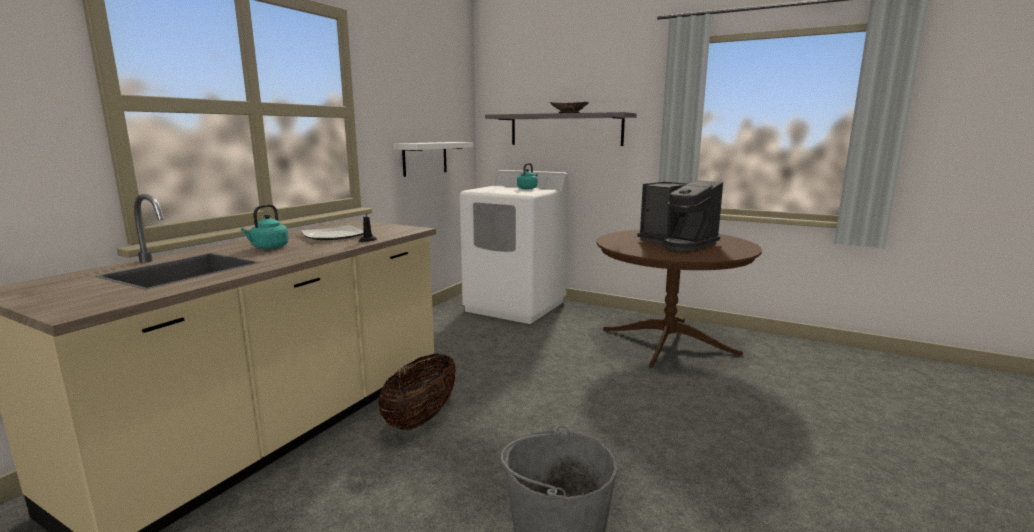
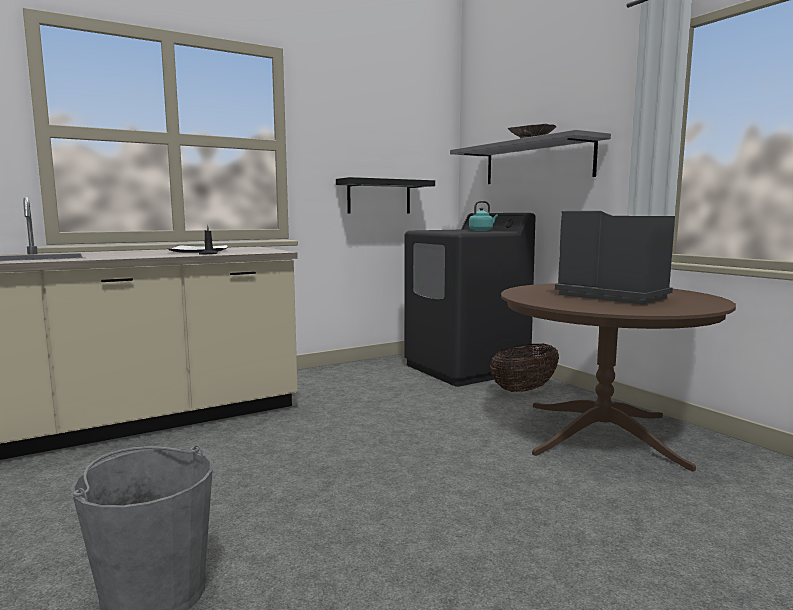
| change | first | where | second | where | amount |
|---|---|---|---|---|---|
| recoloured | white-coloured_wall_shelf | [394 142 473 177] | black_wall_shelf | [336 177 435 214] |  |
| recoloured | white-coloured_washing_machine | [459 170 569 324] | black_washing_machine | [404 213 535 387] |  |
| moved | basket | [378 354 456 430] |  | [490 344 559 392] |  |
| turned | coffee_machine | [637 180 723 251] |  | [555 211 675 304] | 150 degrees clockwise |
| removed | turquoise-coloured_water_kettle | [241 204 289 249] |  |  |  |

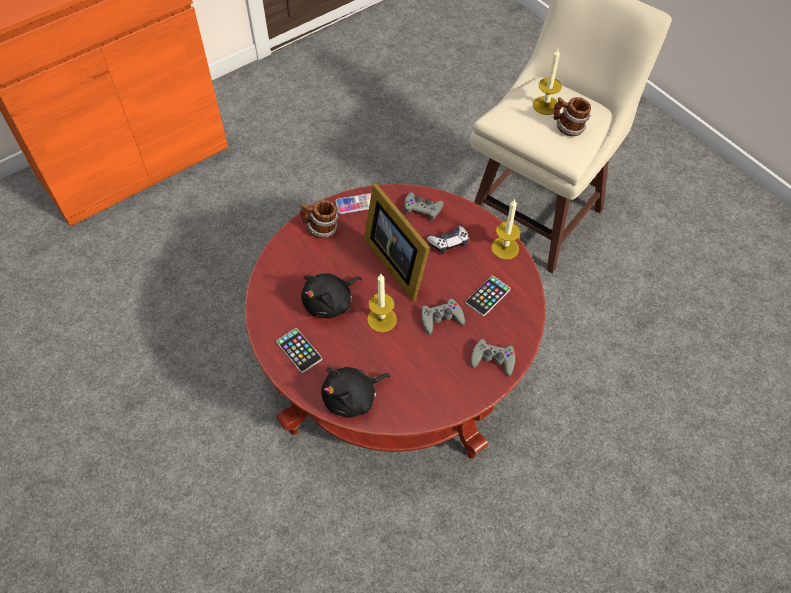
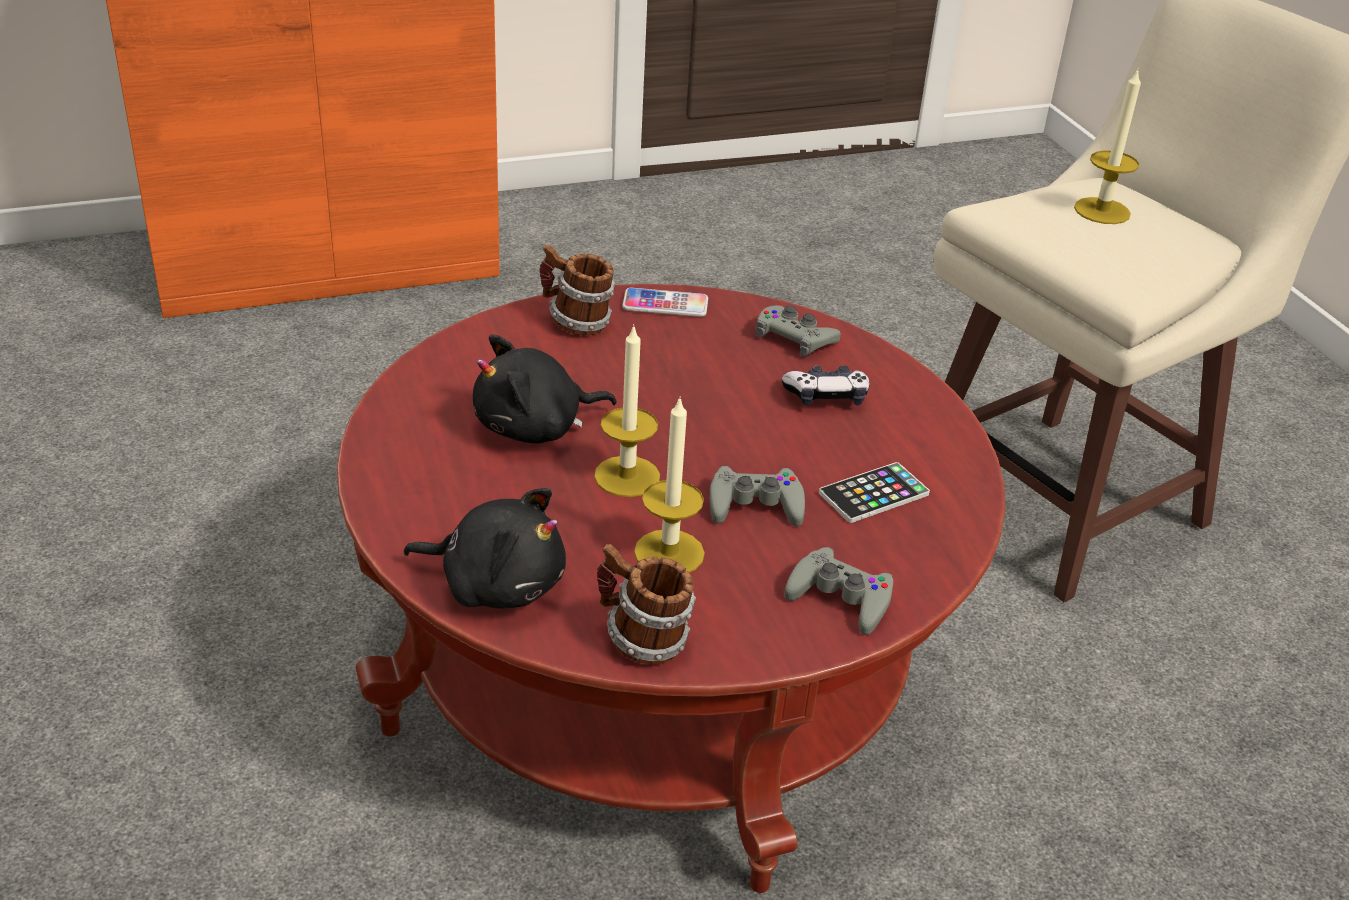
| change | first | where | second | where | amount |
|---|---|---|---|---|---|
| turned | black_plush_toy | [321 367 390 418] |  | [403 488 566 608] | 150 degrees counterclockwise |
| moved | mug | [553 97 591 137] |  | [597 544 696 664] |  |
| moved | wax_light | [491 198 521 260] |  | [634 396 705 573] |  |
| removed | telephone | [276 328 322 373] |  |  |  |
| removed | picture_frame | [364 183 430 301] |  |  |  |

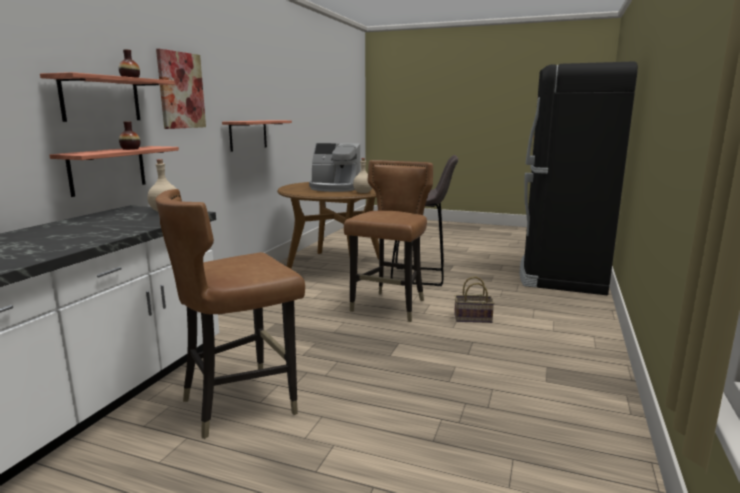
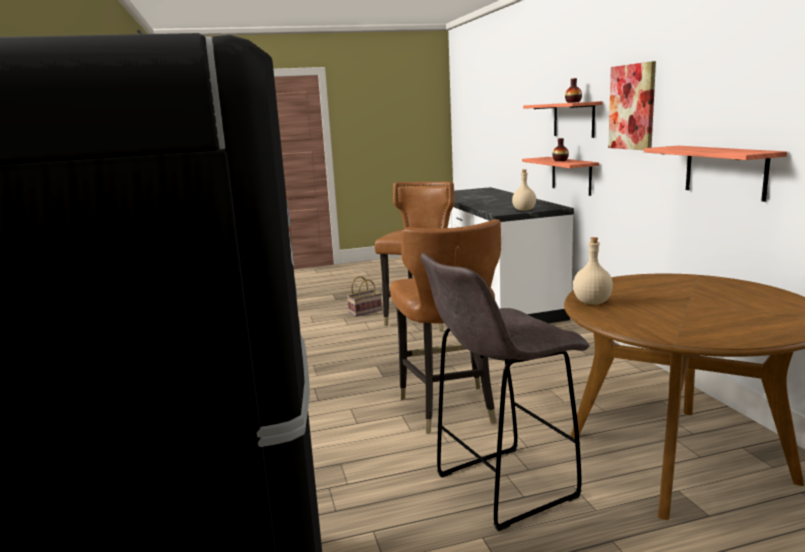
| change | first | where | second | where | amount |
|---|---|---|---|---|---|
| moved | basket | [454 277 494 323] |  | [347 276 382 316] |  |
| removed | coffee_machine | [309 143 360 192] |  |  |  |

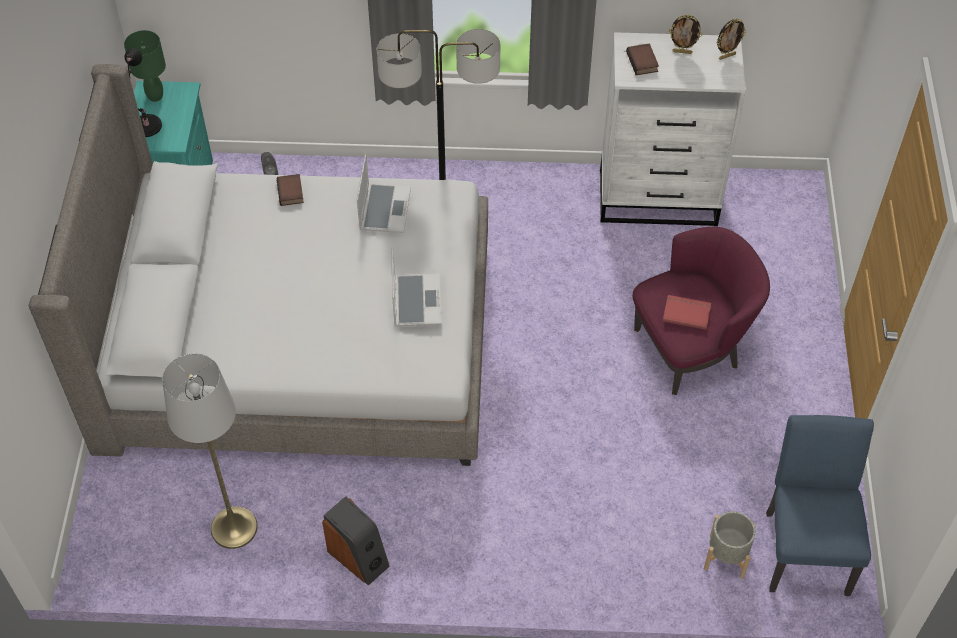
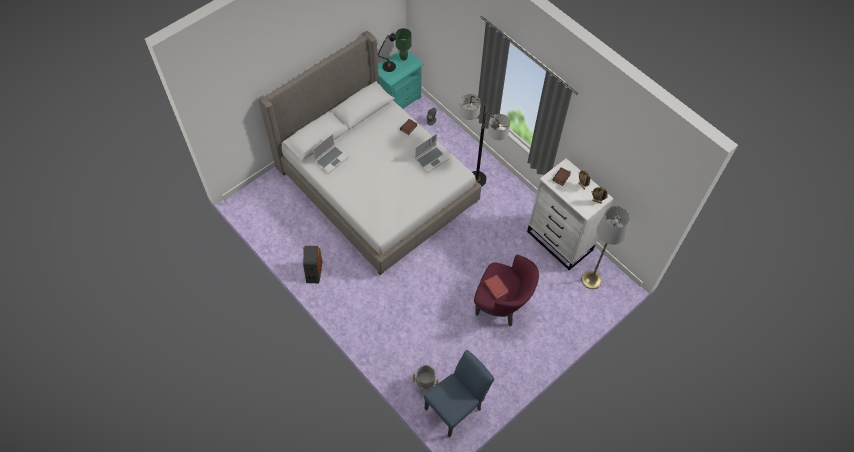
| change | first | where | second | where | amount |
|---|---|---|---|---|---|
| moved | portable_computer | [392 247 442 327] |  | [312 133 349 174] |  |
| moved | gray_standard_lamp | [162 353 258 549] |  | [581 206 630 289] |  |

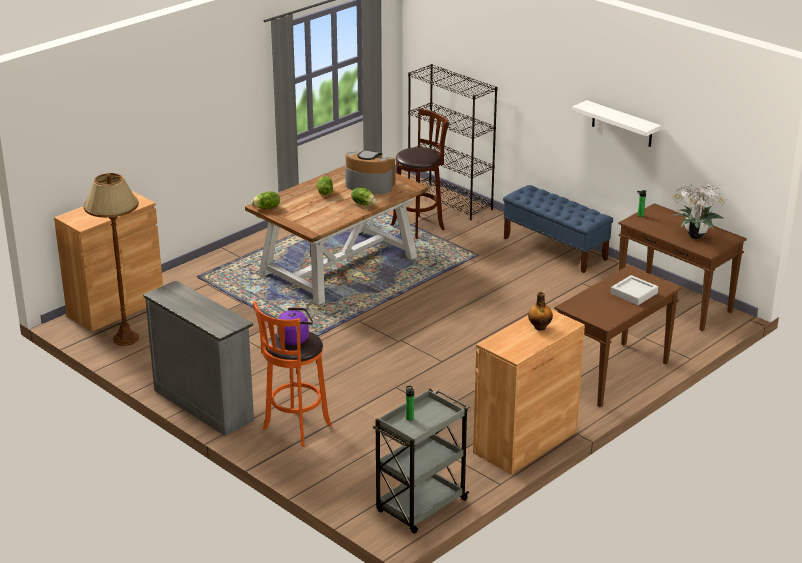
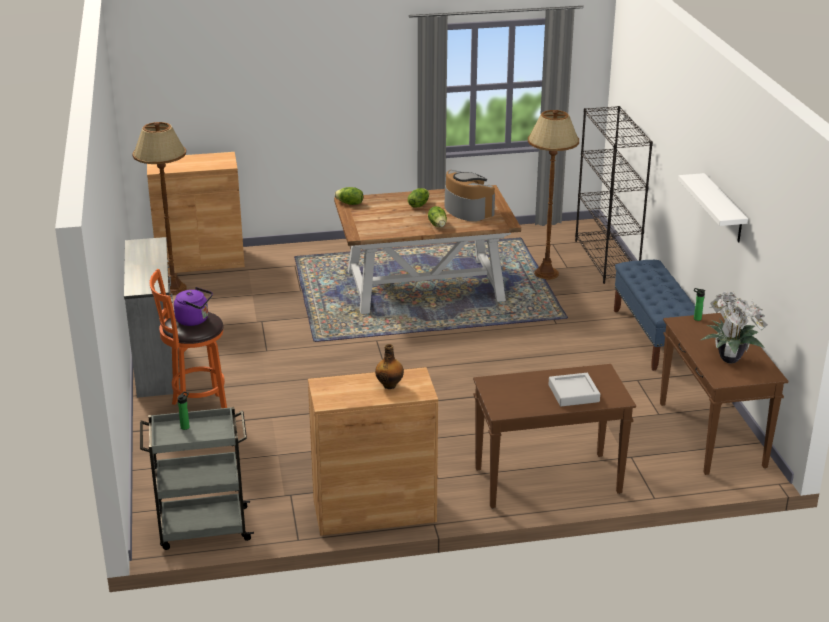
| change | first | where | second | where | amount |
|---|---|---|---|---|---|
| replaced | brownish_sitting_stool | [391 108 449 239] | brownish_standard_lamp | [528 110 579 280] |  |

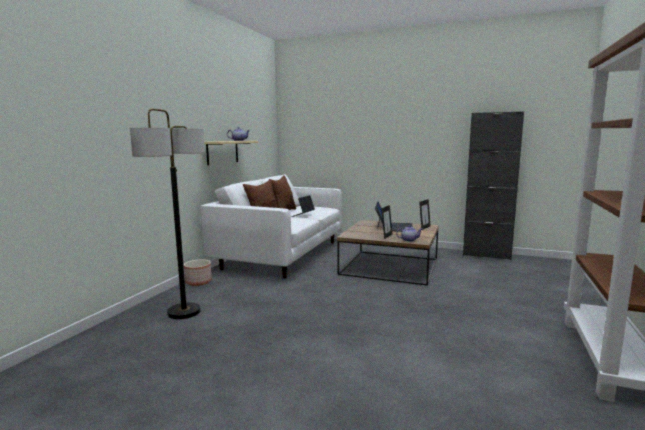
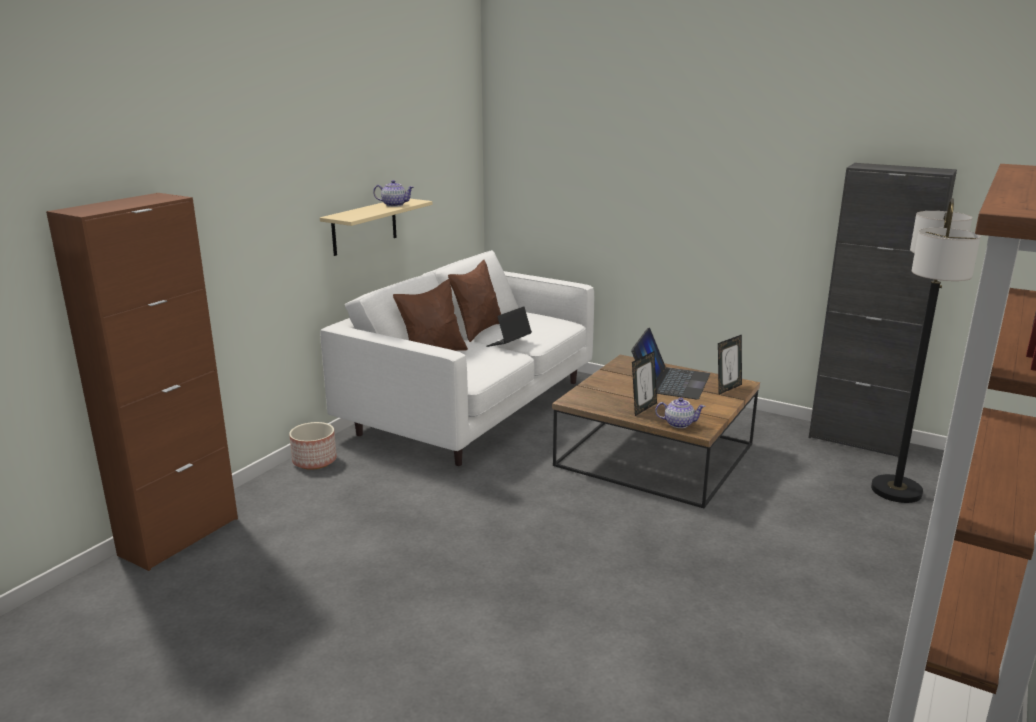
| change | first | where | second | where | amount |
|---|---|---|---|---|---|
| added |  |  | brownish_cupboard | [46 193 238 571] |  |
| moved | standard_lamp | [130 108 205 319] |  | [871 198 981 503] |  |

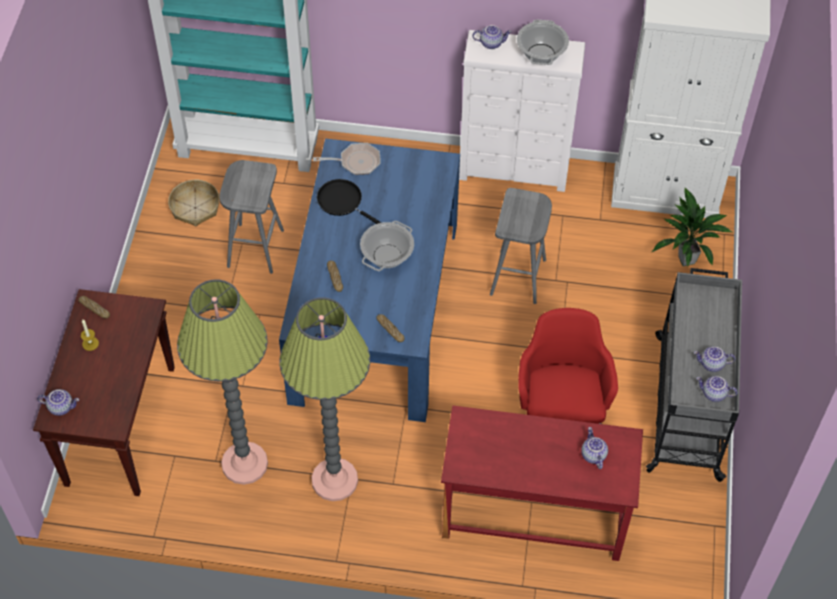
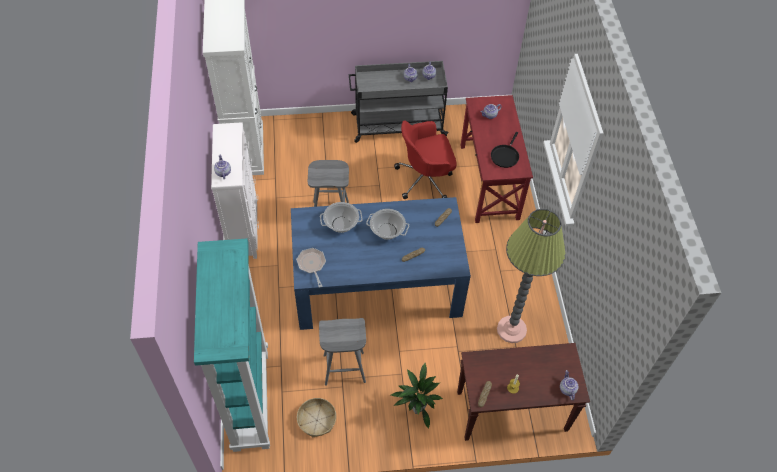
| change | first | where | second | where | amount |
|---|---|---|---|---|---|
| moved | stockpot | [517 20 569 65] |  | [320 202 363 233] |  |
| moved | houseplant | [652 188 732 267] |  | [391 363 444 429] |  |
| moved | black_frying_pan | [317 179 381 224] |  | [491 132 519 168] |  |
| removed | standard_lamp | [279 297 370 501] |  |  |  |

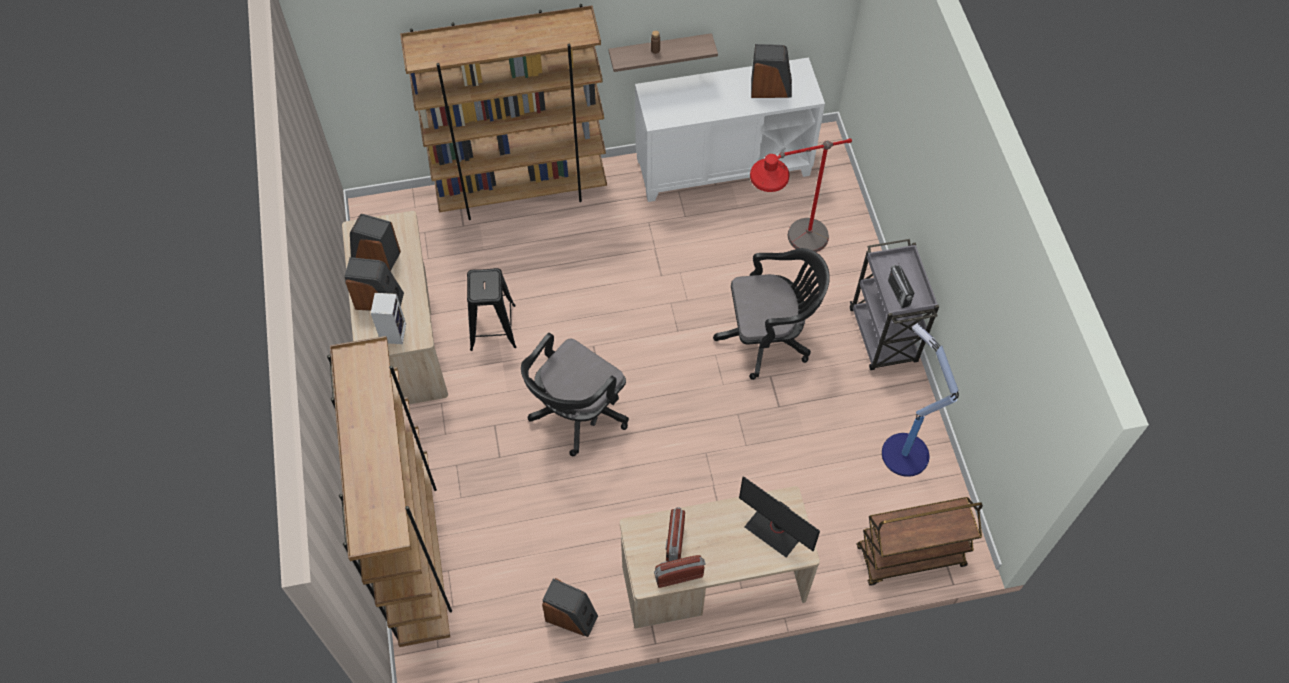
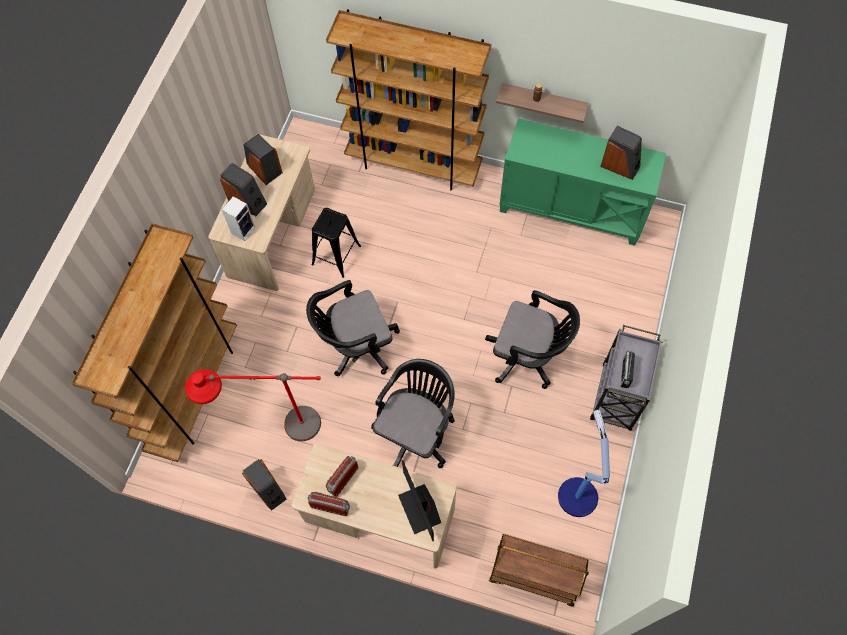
| change | first | where | second | where | amount |
|---|---|---|---|---|---|
| moved | reddish_standard_lamp | [750 138 852 252] |  | [185 369 321 441] |  |
| added |  |  | black_office_chair | [371 359 455 468] |  |
| recoloured | white-coloured_cupboard | [635 57 825 202] | greenish_cupboard | [500 118 666 246] |  |

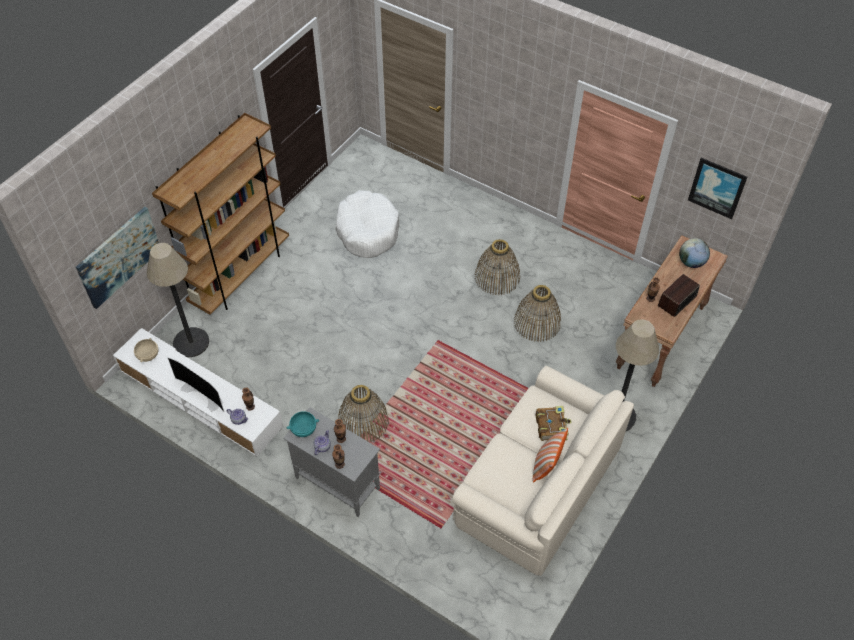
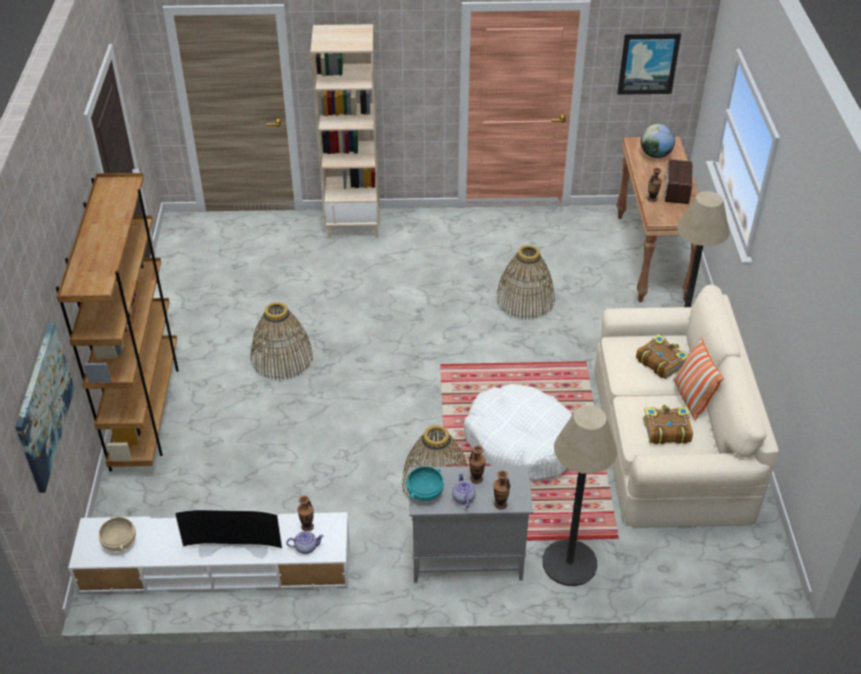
| change | first | where | second | where | amount |
|---|---|---|---|---|---|
| moved | basket | [475 239 520 295] |  | [251 302 313 380] |  |
| added |  |  | sand-coloured_shelving_unit | [310 24 380 238] |  |
| moved | white-coloured_pet_bed | [335 190 399 258] |  | [464 384 572 481] |  |
| moved | standard_lamp | [147 243 209 357] |  | [542 405 617 586] |  |
| added |  |  | bound_book | [643 405 693 444] |  |

